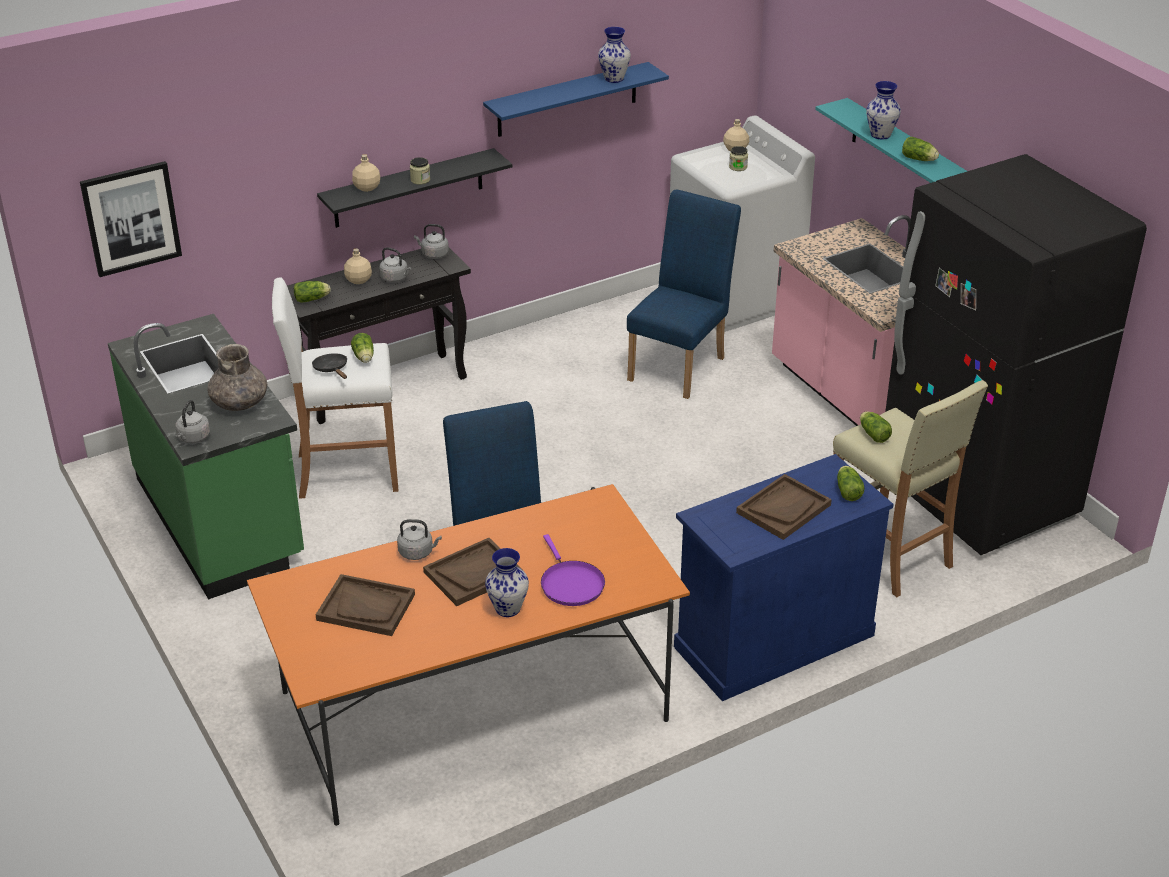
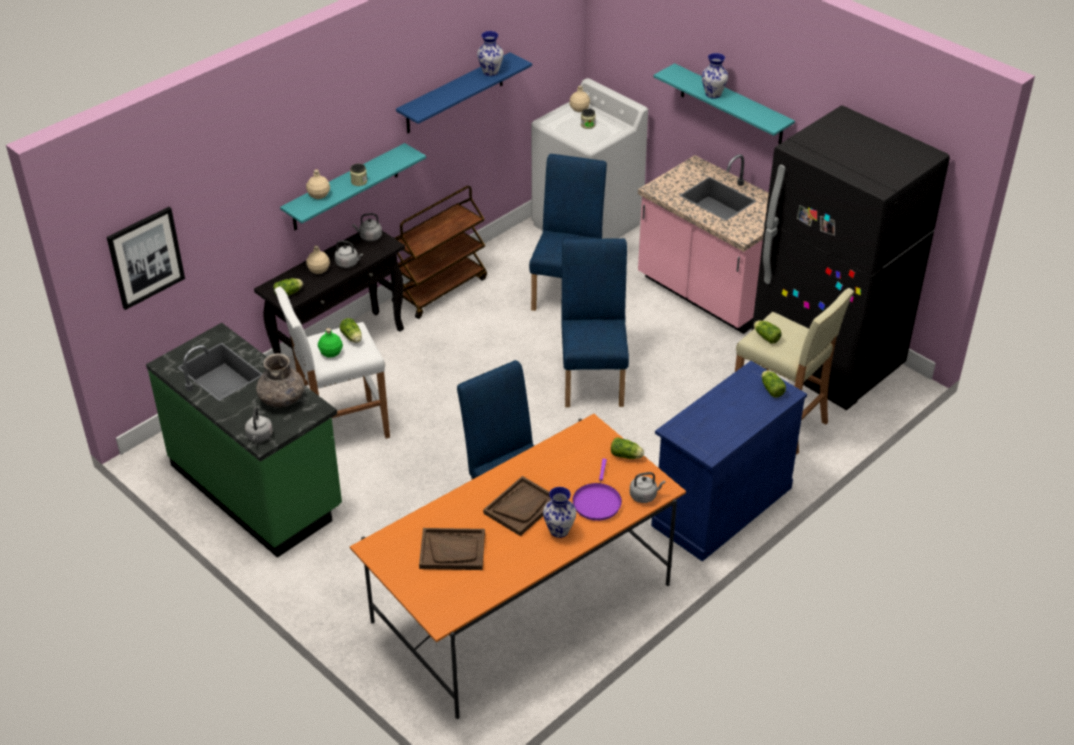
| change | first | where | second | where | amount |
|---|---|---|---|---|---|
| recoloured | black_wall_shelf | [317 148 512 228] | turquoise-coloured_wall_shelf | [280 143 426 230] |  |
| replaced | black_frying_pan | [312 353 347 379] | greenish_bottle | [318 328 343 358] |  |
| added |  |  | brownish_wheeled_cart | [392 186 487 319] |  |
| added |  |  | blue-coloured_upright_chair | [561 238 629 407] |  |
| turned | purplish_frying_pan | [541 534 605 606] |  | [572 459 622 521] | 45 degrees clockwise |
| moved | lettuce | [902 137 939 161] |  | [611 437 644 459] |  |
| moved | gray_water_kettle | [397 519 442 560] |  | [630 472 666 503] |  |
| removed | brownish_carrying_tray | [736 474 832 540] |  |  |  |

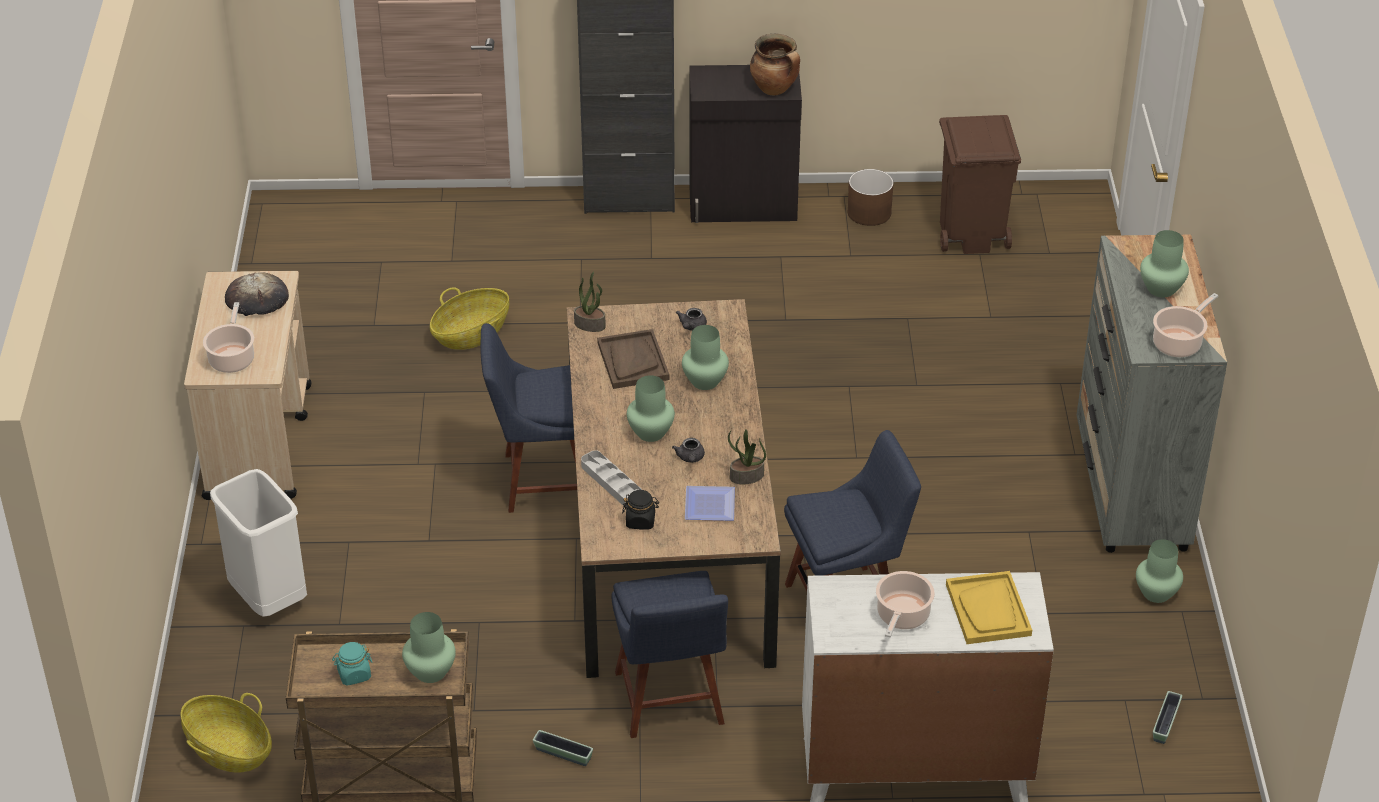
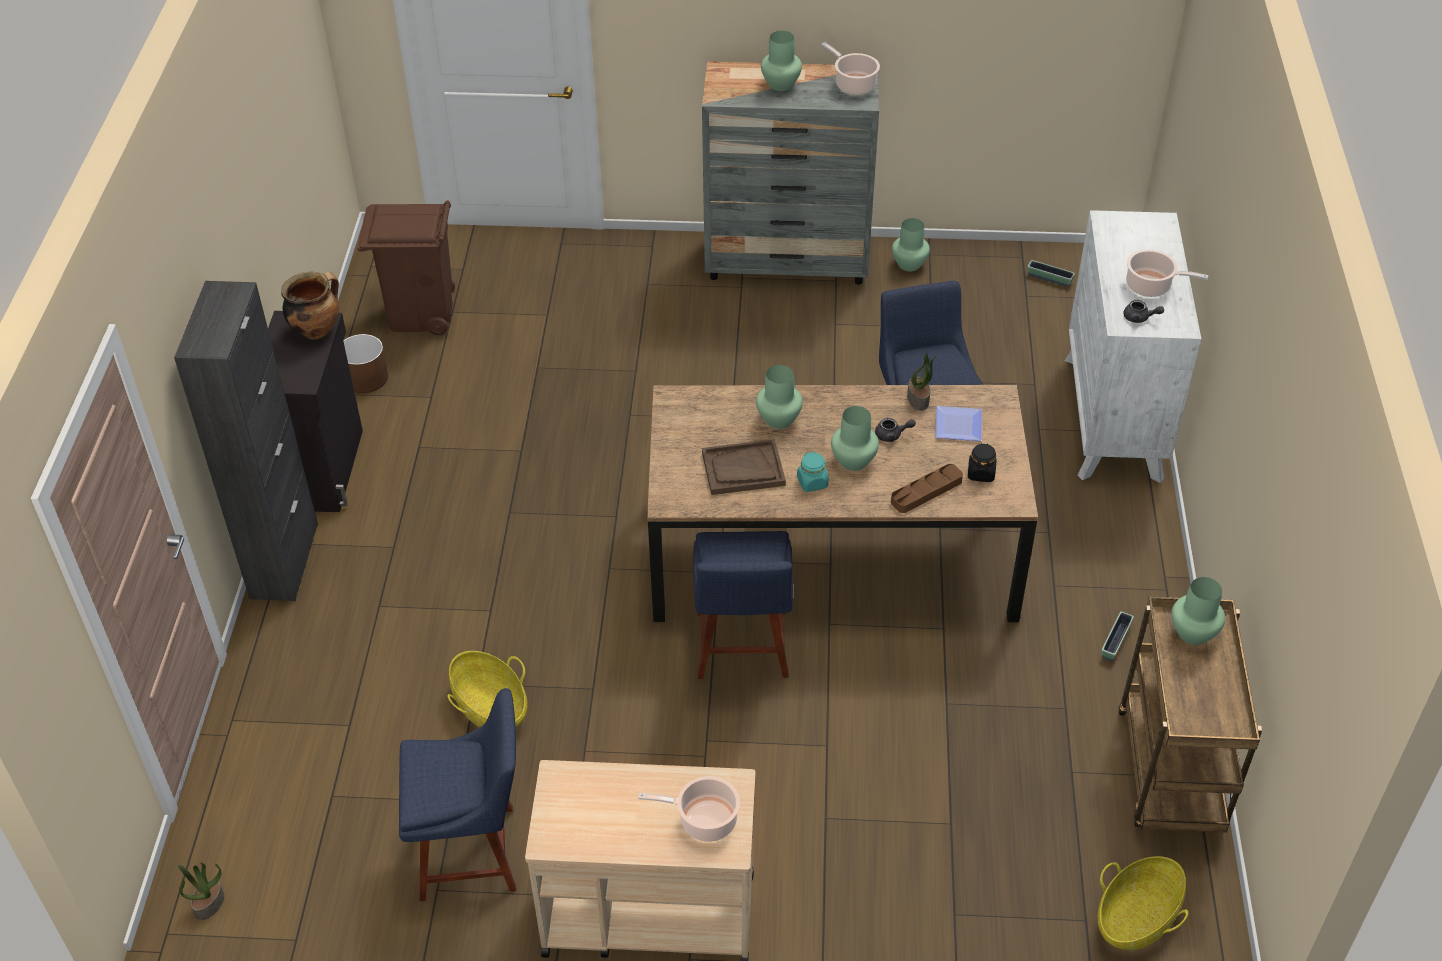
| change | first | where | second | where | amount |
|---|---|---|---|---|---|
| moved | houseplant | [574 271 606 332] |  | [178 862 224 920] |  |
| moved | blue-coloured_upright_chair | [611 571 728 738] |  | [399 688 516 901] |  |
| moved | turquoise-coloured_jar | [332 642 373 686] |  | [797 451 829 492] |  |
| recoloured | gray_carrying_tray | [581 450 642 507] | brownish_carrying_tray | [891 464 963 513] |  |
| moved | gray_pot_for_tea | [676 308 707 331] |  | [1124 300 1164 323] |  |
| removed | white-coloured_rubbish_bin | [210 469 307 617] |  |  |  |
| removed | bakery_bread | [225 272 289 316] |  |  |  |
| removed | yellow_carrying_tray | [946 571 1032 644] |  |  |  |

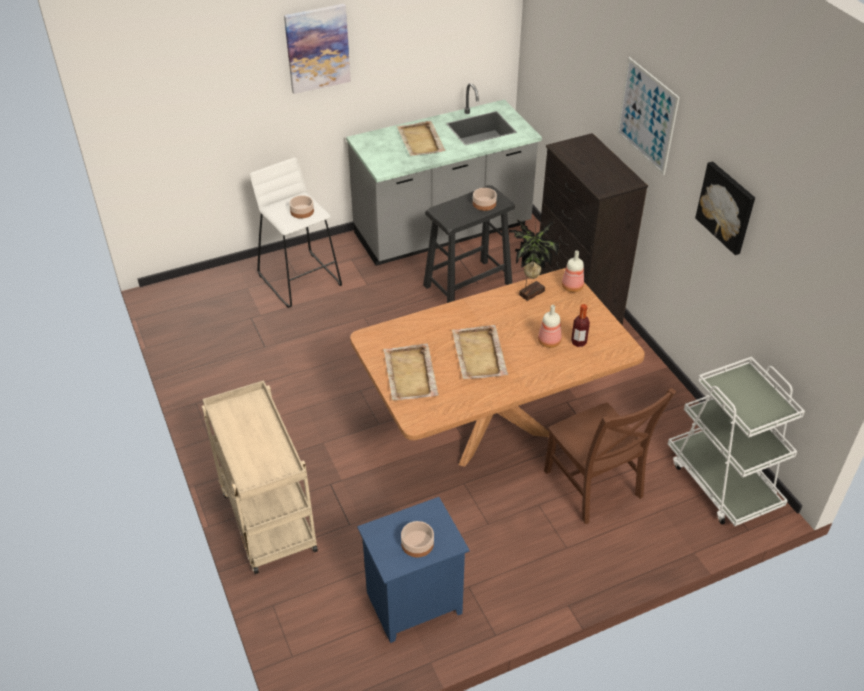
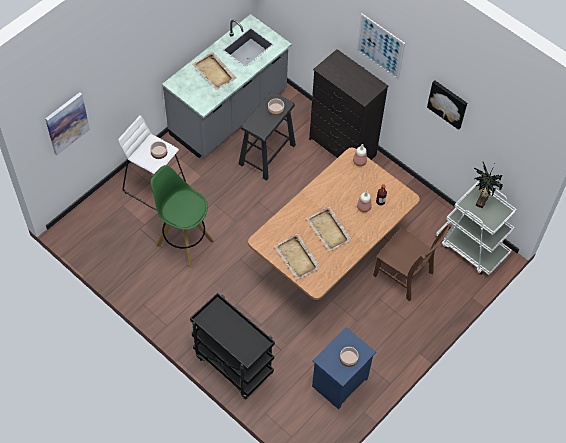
| change | first | where | second | where | amount |
|---|---|---|---|---|---|
| moved | wall_art | [284 4 351 94] |  | [45 92 90 155] |  |
| added |  |  | greenish_sitting_stool | [151 165 214 268] |  |
| recoloured | sand-coloured_wheeled_cart | [202 380 318 574] | black_wheeled_cart | [190 293 275 399] |  |
| moved | houseplant | [509 219 560 301] |  | [474 162 503 209] |  |

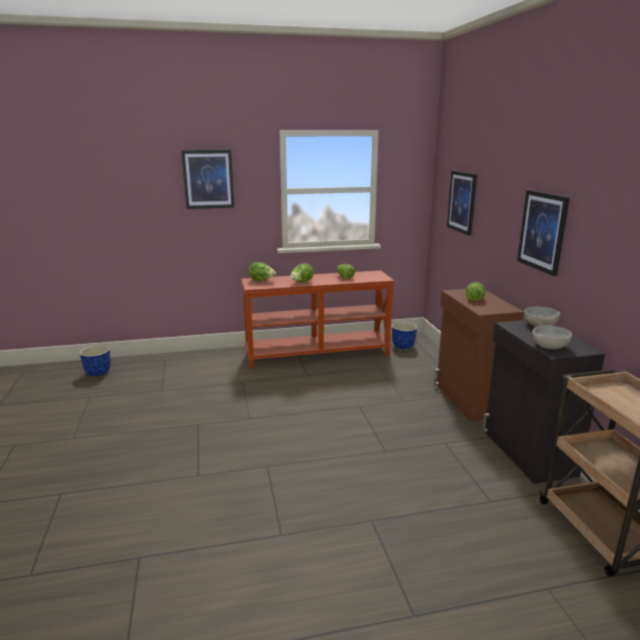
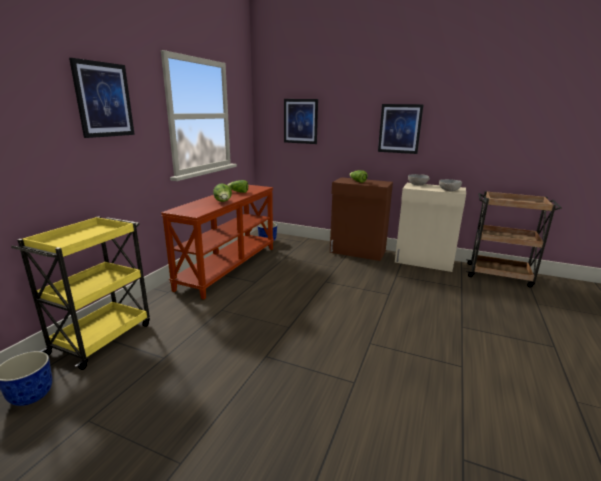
| change | first | where | second | where | amount |
|---|---|---|---|---|---|
| added |  |  | yellow_wheeled_cart | [11 216 150 370] |  |
| recoloured | black_cupboard | [482 320 605 484] | sand-coloured_cupboard | [395 183 466 272] |  |
| removed | lettuce | [249 262 276 281] |  |  |  |

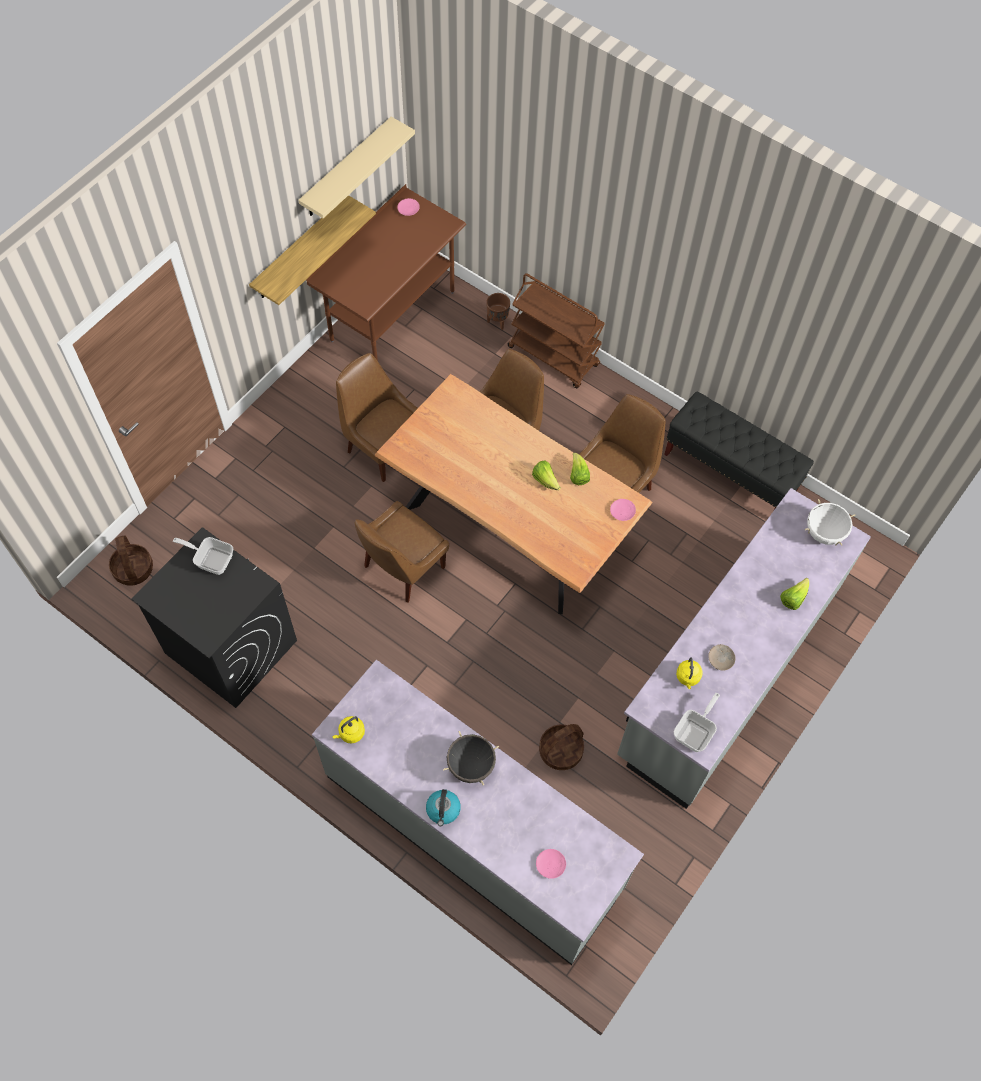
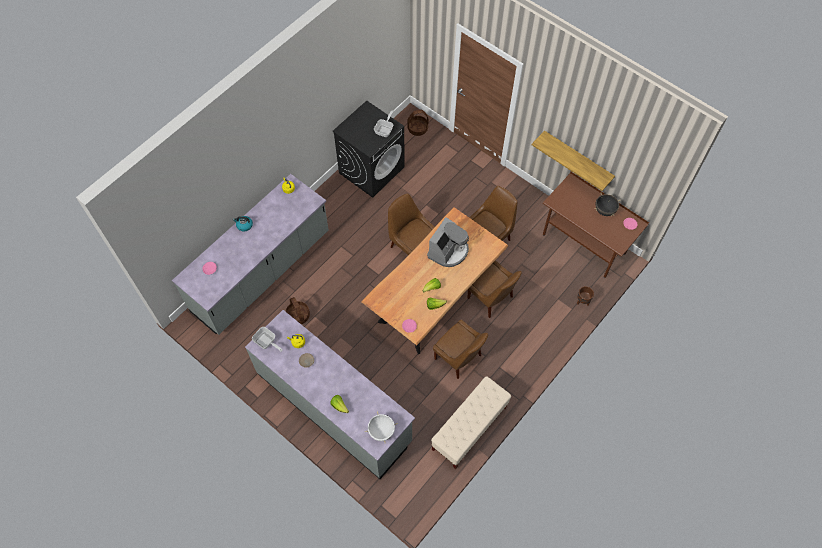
| change | first | where | second | where | amount |
|---|---|---|---|---|---|
| added |  |  | coffee_machine | [427 217 469 267] |  |
| recoloured | black_bench | [664 392 814 510] | sand-coloured_bench | [431 376 511 469] |  |
| moved | black_stockpot | [443 731 499 785] |  | [594 193 620 216] |  |
| removed | sand-coloured_wall_shelf | [298 117 415 218] |  |  |  |
| removed | brownish_wheeled_cart | [508 273 605 388] |  |  |  |

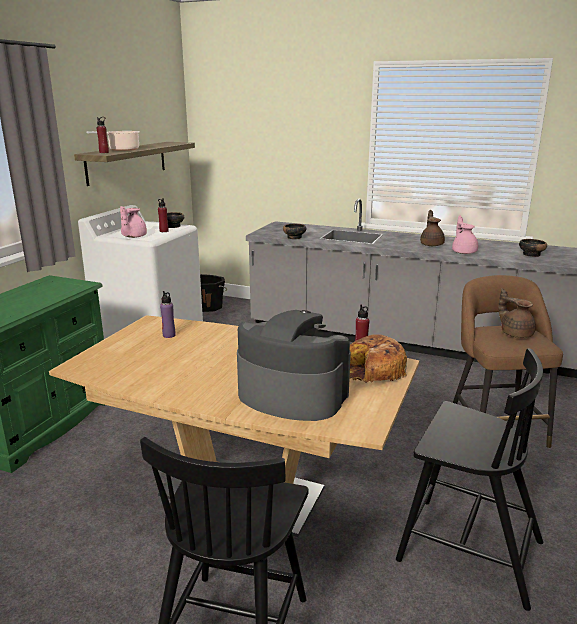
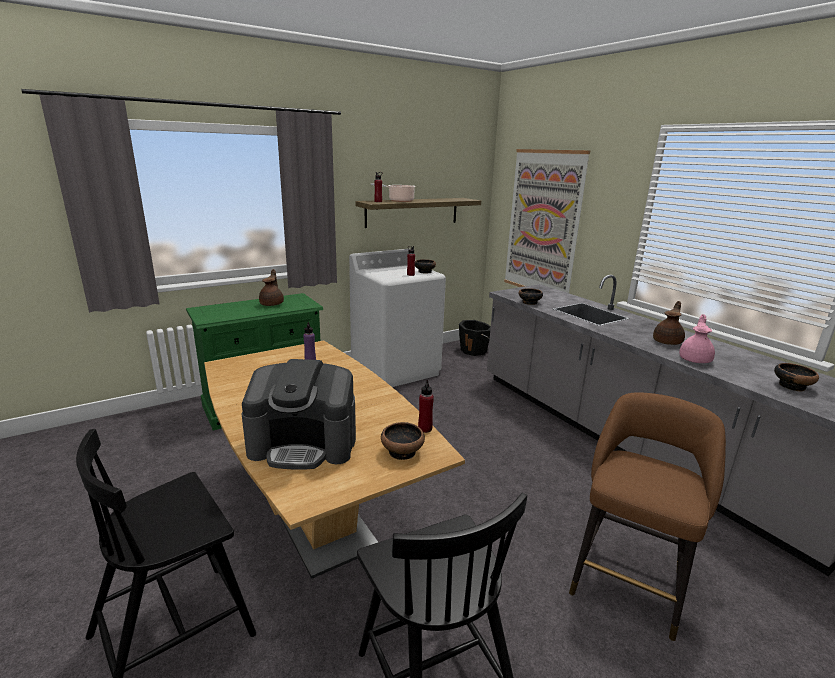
| change | first | where | second | where | amount |
|---|---|---|---|---|---|
| turned | coffee_machine | [237 310 351 421] |  | [242 359 356 470] | 120 degrees clockwise |
| moved | brownish_pot_for_tea | [498 288 536 338] |  | [259 269 284 306] |  |
| replaced | bakery_bread | [350 334 407 383] | deep_dish | [381 422 425 460] |  |
| added |  |  | wall_art | [504 149 590 293] |  |
| removed | pink_pot_for_tea | [120 206 147 238] |  |  |  |

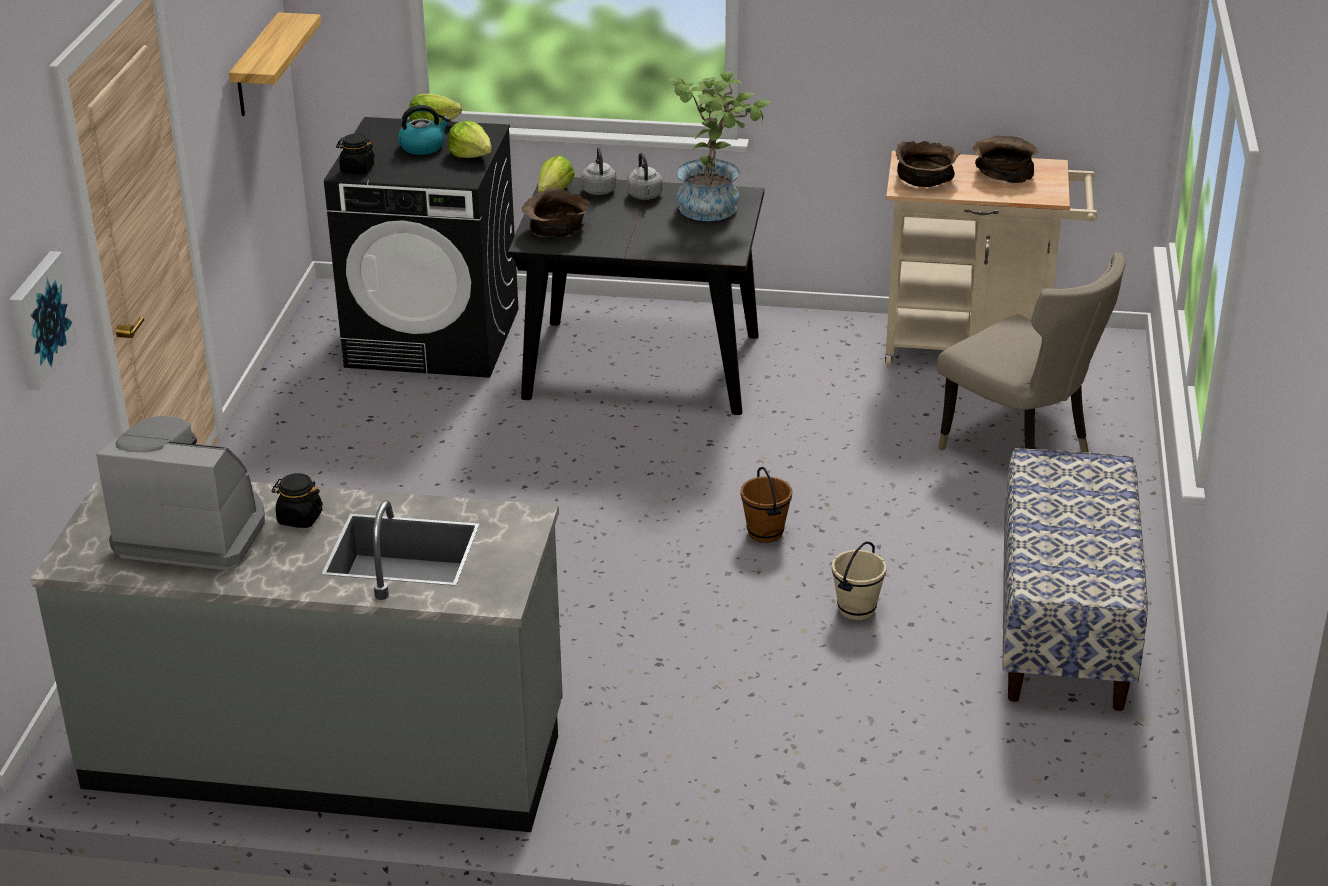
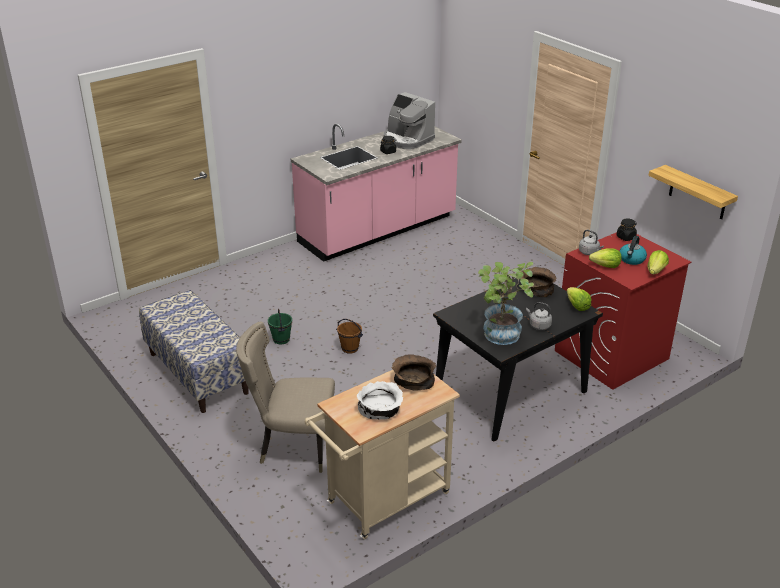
| change | first | where | second | where | amount |
|---|---|---|---|---|---|
| recoloured | sand-coloured_bucket | [832 541 887 620] | greenish_bucket | [268 308 292 344] |  |
| recoloured | gray_counter | [31 476 563 832] | pink_counter | [291 124 462 262] |  |
| recoloured | brownish_deep_dish | [973 135 1038 183] | white-coloured_deep_dish | [357 381 403 420] |  |
| turned | coffee_machine | [96 416 265 570] |  | [384 92 435 149] | 75 degrees clockwise |
| recoloured | black_washing_machine | [324 117 519 378] | reddish_washing_machine | [555 232 691 390] |  |
| moved | gray_water_kettle | [581 148 617 195] |  | [579 230 604 255] |  |
| removed | wall_art | [9 251 78 390] |  |  |  |

